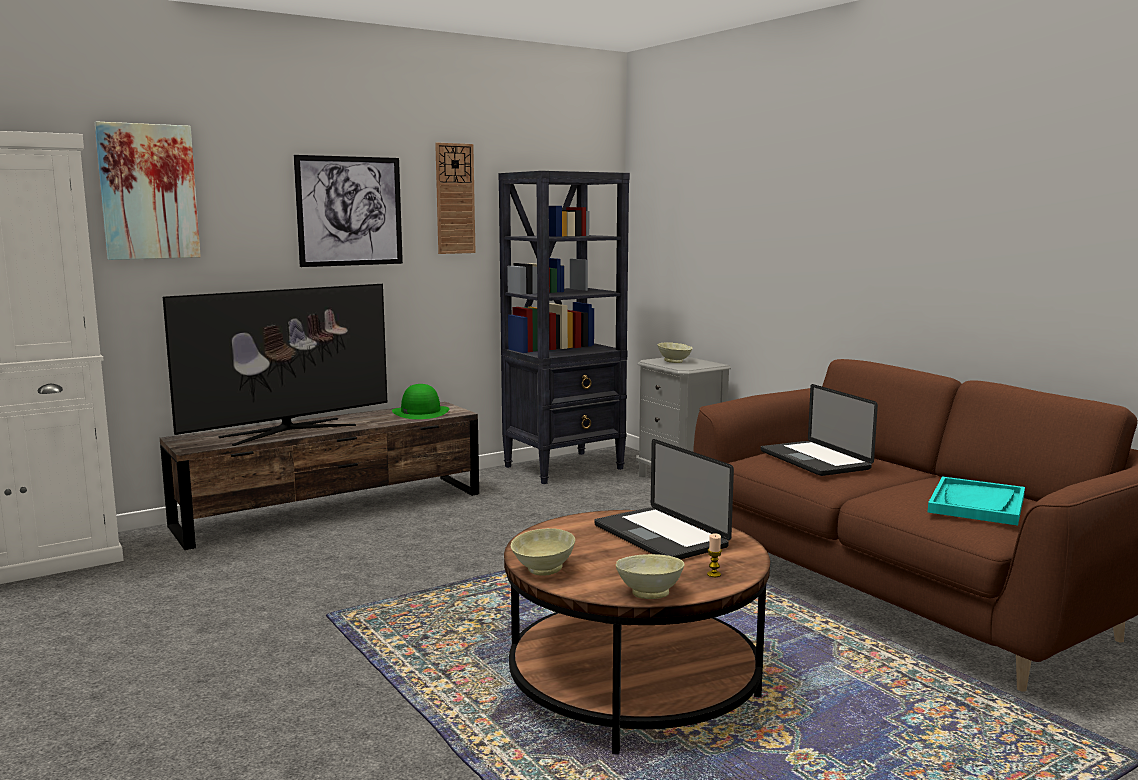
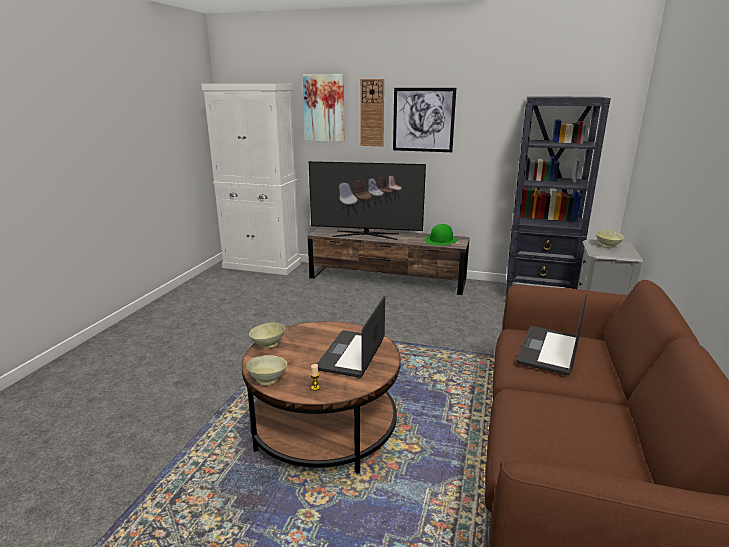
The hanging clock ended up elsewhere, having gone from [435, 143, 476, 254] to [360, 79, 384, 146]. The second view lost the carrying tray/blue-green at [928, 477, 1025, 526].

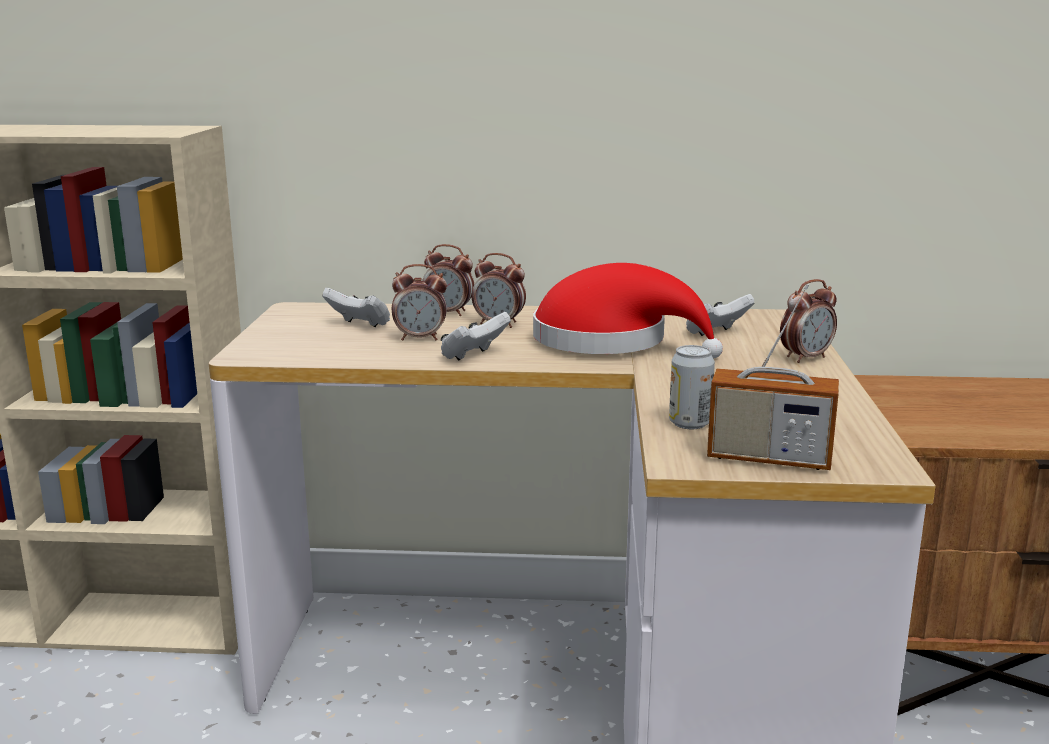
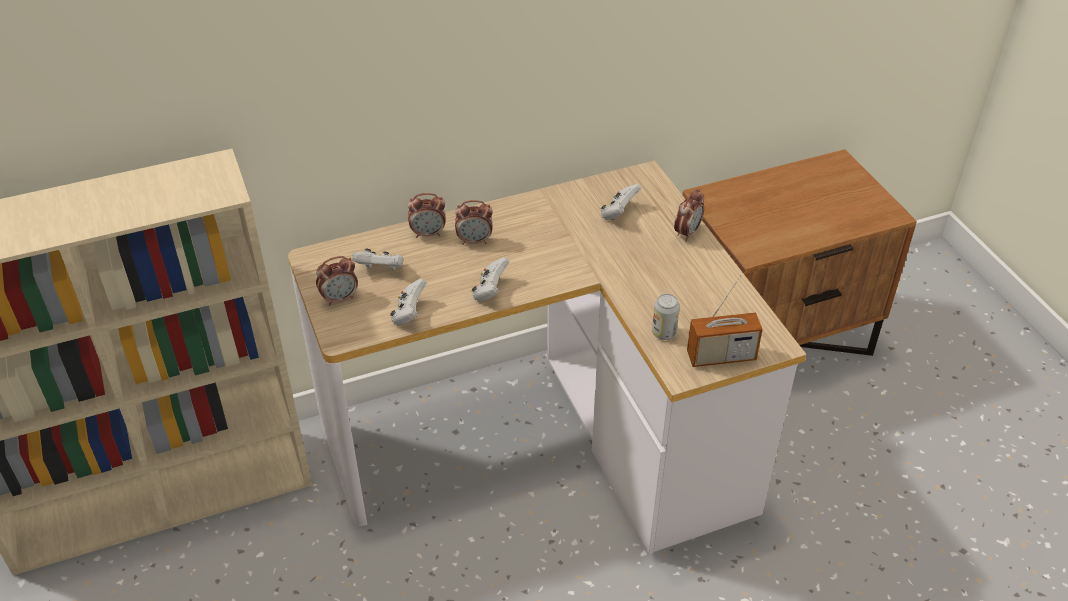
The alarm clock ended up elsewhere, having gone from [392, 264, 447, 341] to [316, 256, 358, 306]. The second view gained the game controller/white at [390, 279, 427, 326]. The second view lost the wearable hat/reddish at [533, 263, 723, 359].

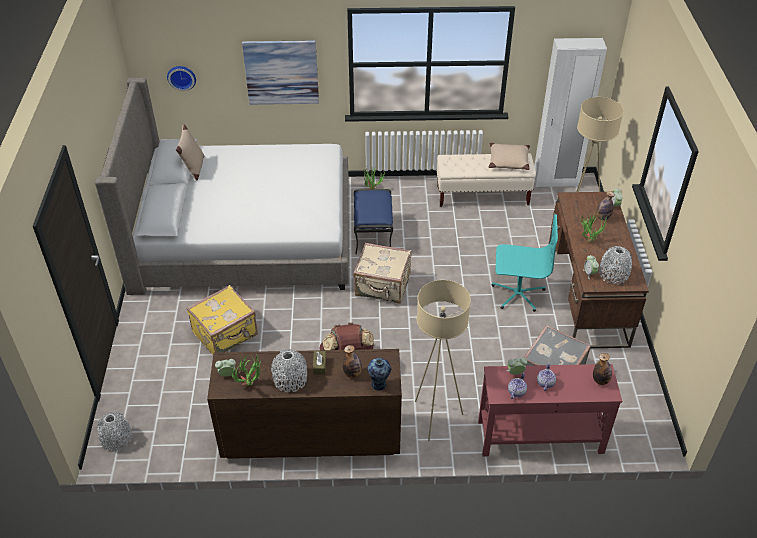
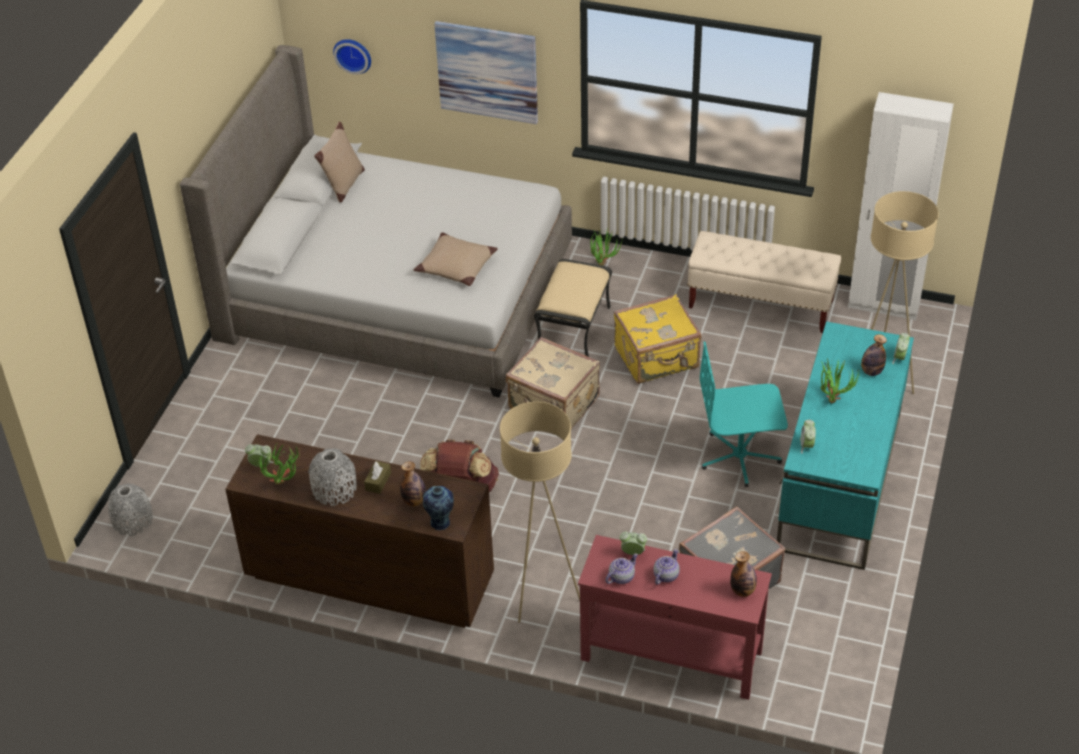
The pillow/sand-coloured ended up elsewhere, having gone from [488, 143, 530, 170] to [413, 232, 498, 286]. What was the ottoman/bluish at [354, 189, 393, 254] turned into the ottoman/sand-coloured at [534, 259, 612, 357]. The travel case/yellowish ended up elsewhere, having gone from [186, 285, 258, 355] to [614, 294, 701, 384]. The computer chair/blue-green at [491, 215, 558, 312] ended up facing another way, 150 degrees clockwise from before. What was the desk/brownish at [549, 192, 649, 348] turned into the desk/blue-green at [777, 321, 914, 570]. The second view lost the vase/grey at [599, 246, 632, 285].

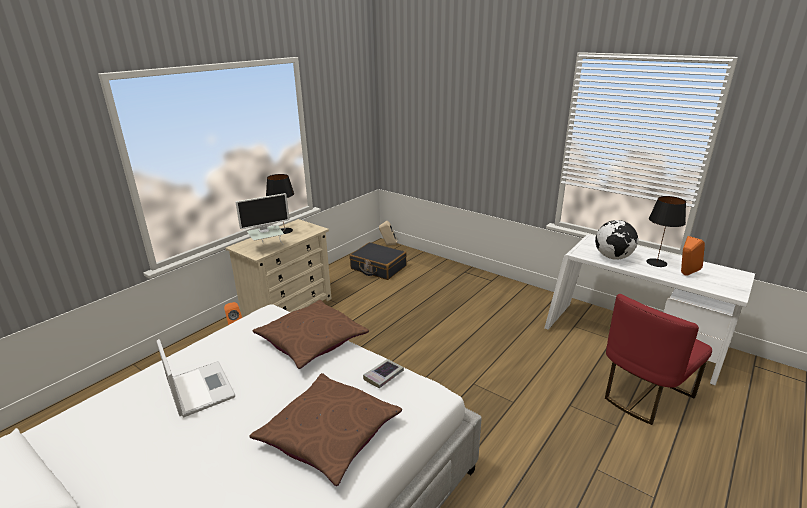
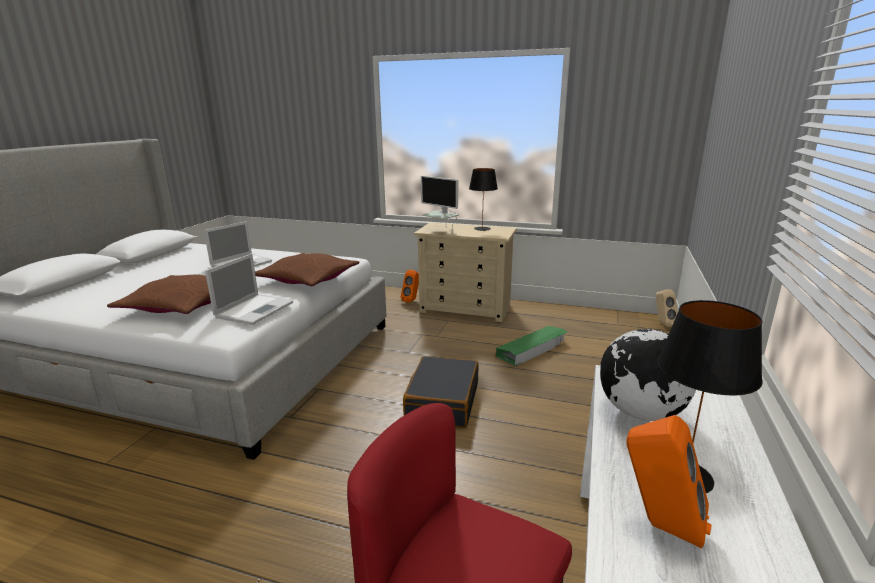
Where the book stood at [363, 359, 404, 388], the portable computer came to stand at [205, 254, 293, 325]. The travel case/black ended up elsewhere, having gone from [349, 242, 407, 280] to [403, 356, 478, 428]. The second view gained the storage bin/green-coloured at [496, 326, 567, 366].

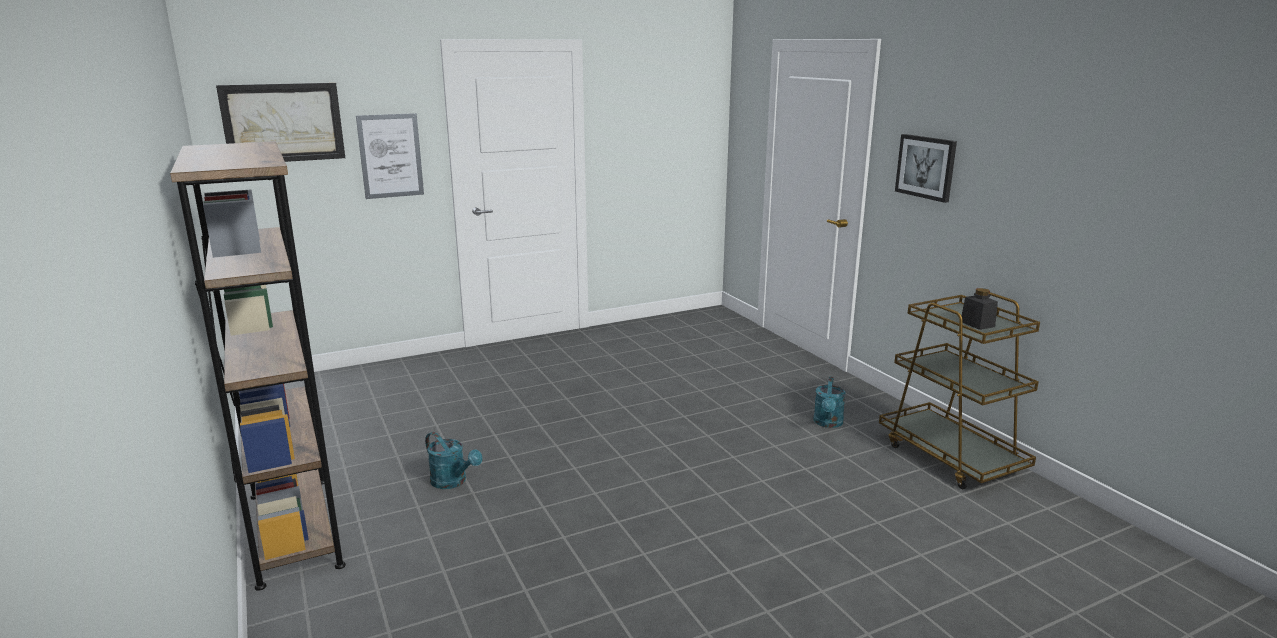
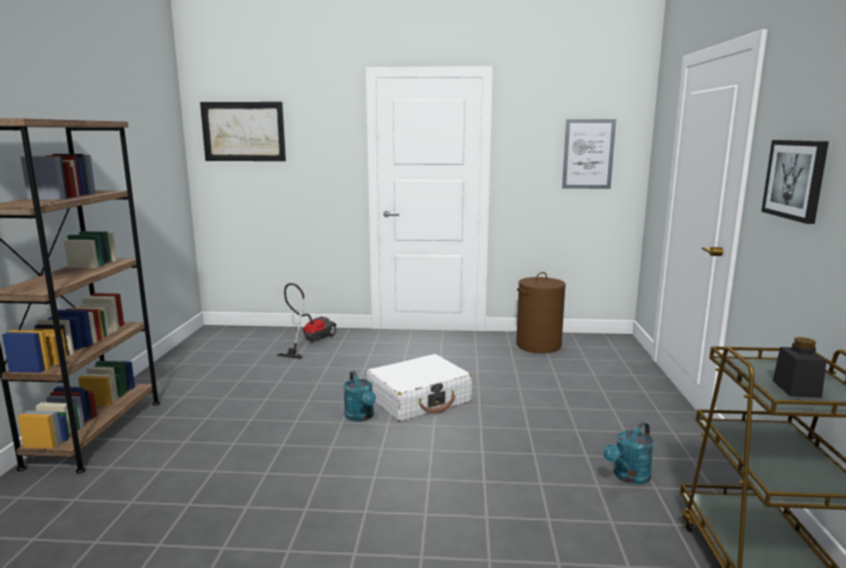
The second view gained the vacuum at [277, 283, 336, 359]. The watering can/blue-green ended up elsewhere, having gone from [425, 432, 482, 489] to [344, 371, 376, 422]. The second view gained the travel case/white at [367, 354, 472, 422]. The second view gained the hamper/brownish at [516, 272, 566, 353]. The wall picture ended up elsewhere, having gone from [356, 113, 424, 199] to [562, 119, 616, 189].

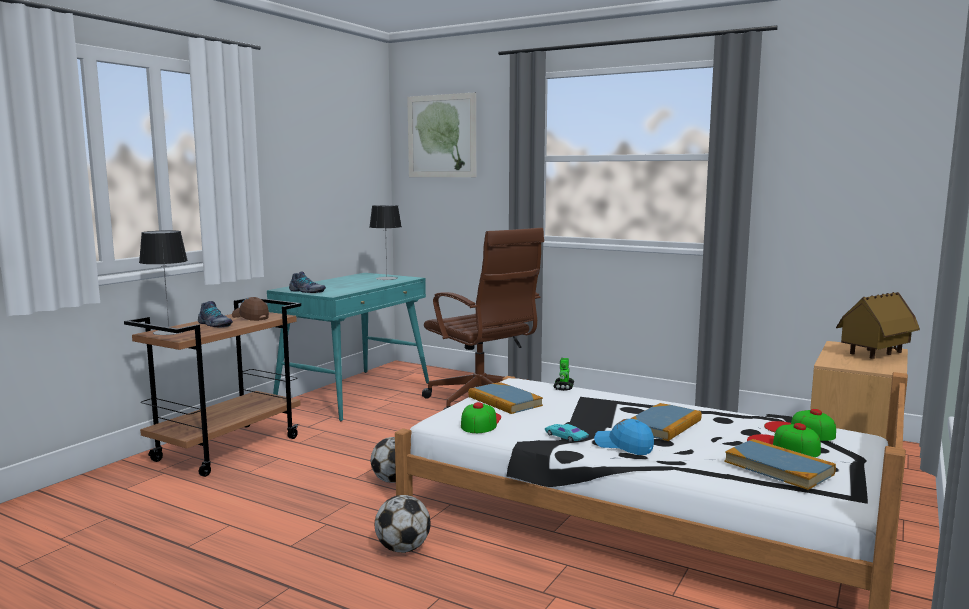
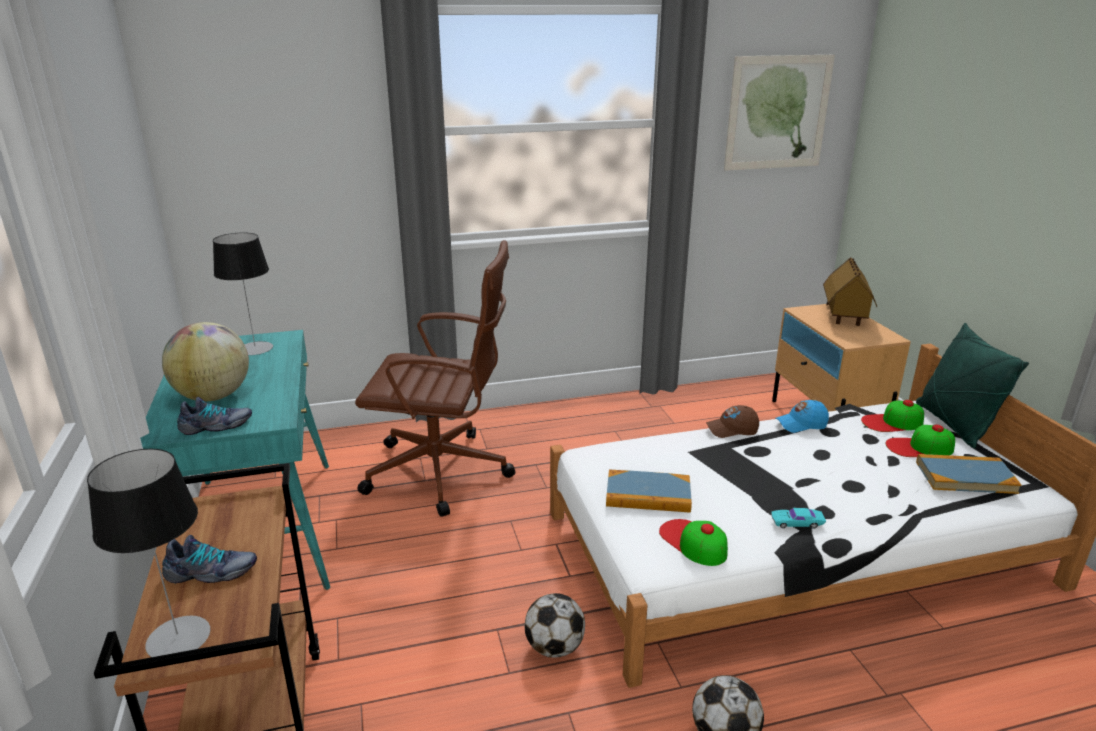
The second view gained the globe at [162, 322, 249, 401]. The cap/brownish ended up elsewhere, having gone from [232, 297, 269, 321] to [706, 405, 759, 438]. The wall picture ended up elsewhere, having gone from [407, 92, 476, 177] to [724, 55, 835, 171]. The cap/bluish ended up elsewhere, having gone from [594, 419, 654, 455] to [775, 400, 829, 433]. The second view gained the pillow/green-coloured at [916, 323, 1029, 449]. The second view lost the model robot at [553, 358, 574, 391]. The second view lost the book at [630, 403, 702, 441].

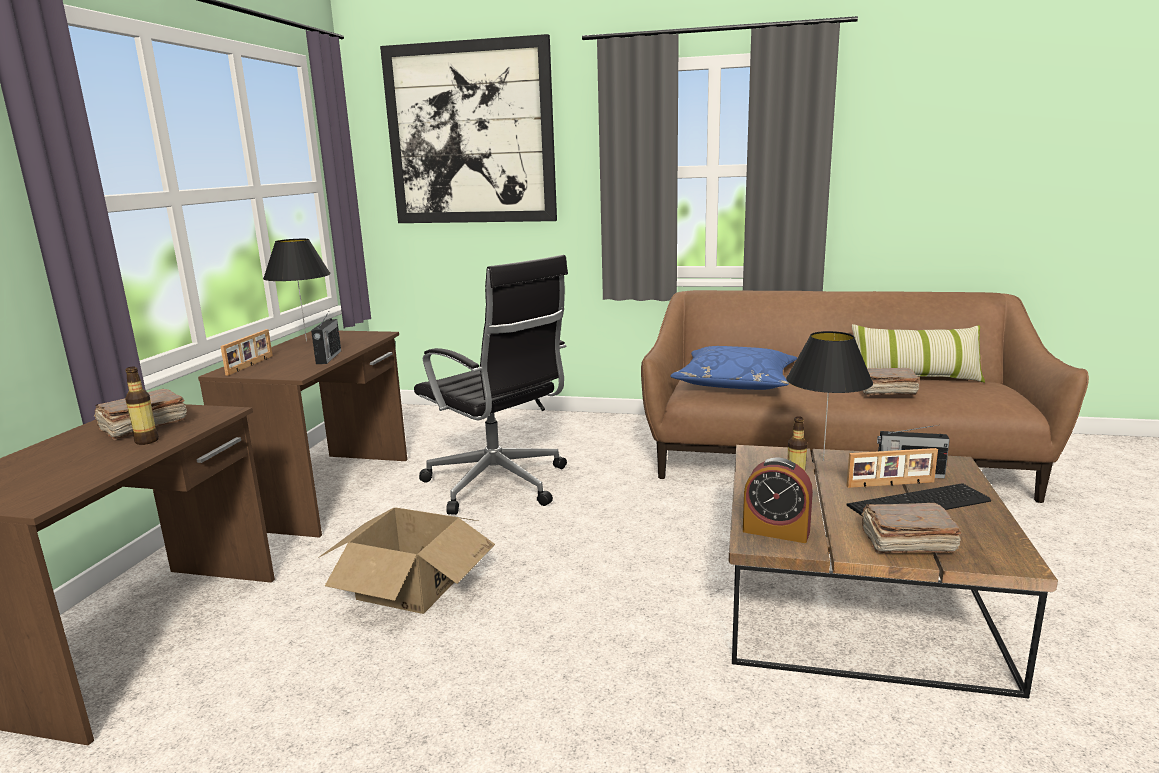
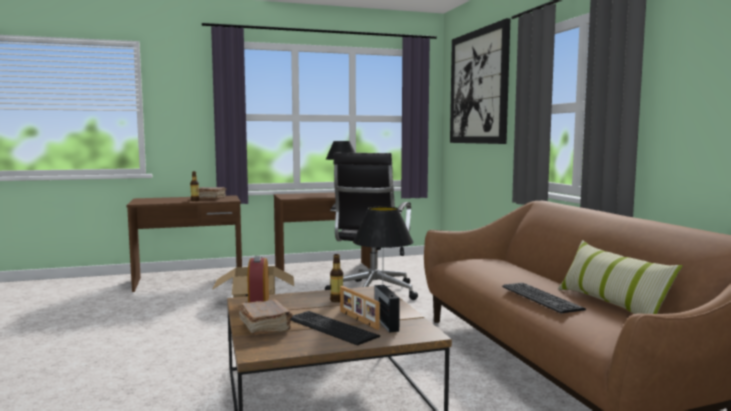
Where the book/brownish stood at [861, 368, 919, 396], the computer keyboard came to stand at [502, 283, 586, 313]. The second view lost the picture frame at [220, 329, 273, 376]. The second view lost the radio receiver at [311, 312, 341, 364]. The second view lost the pillow/bluish at [670, 346, 797, 390].

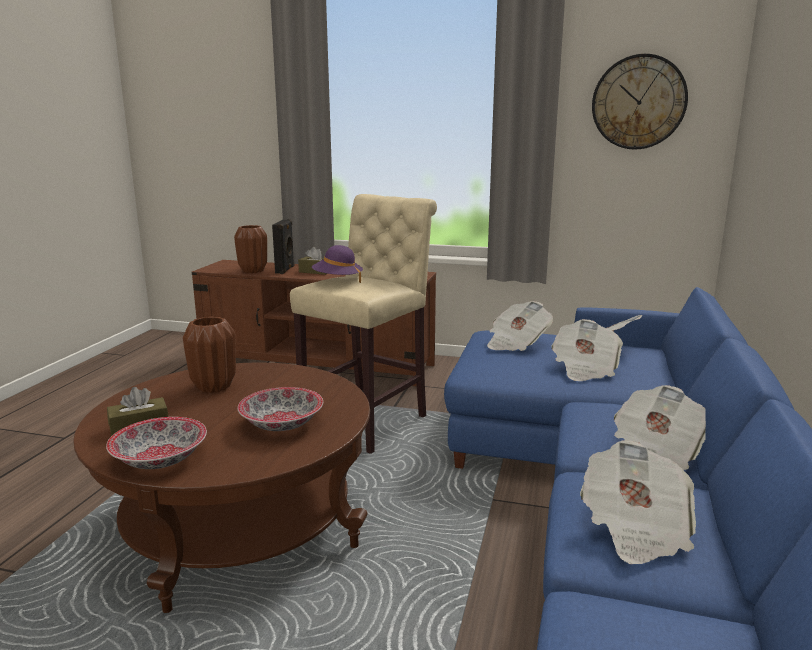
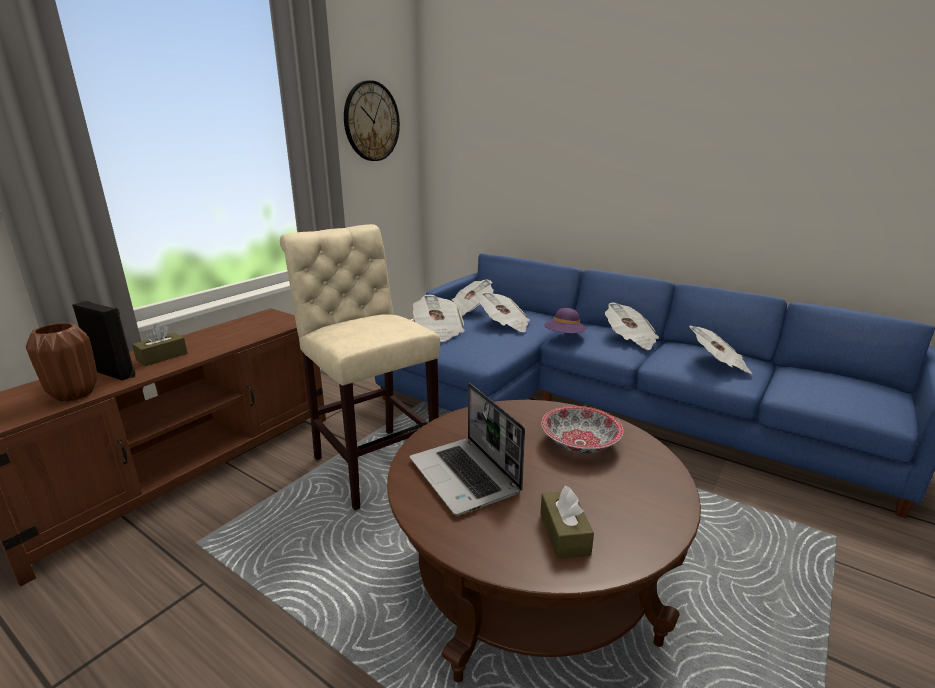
Where the vase/brownish stood at [183, 317, 236, 393], the portable computer came to stand at [410, 383, 525, 515]. The wearable hat/purple-coloured ended up elsewhere, having gone from [312, 245, 363, 283] to [544, 308, 587, 333]. The second view lost the deep dish at [106, 417, 207, 469].

